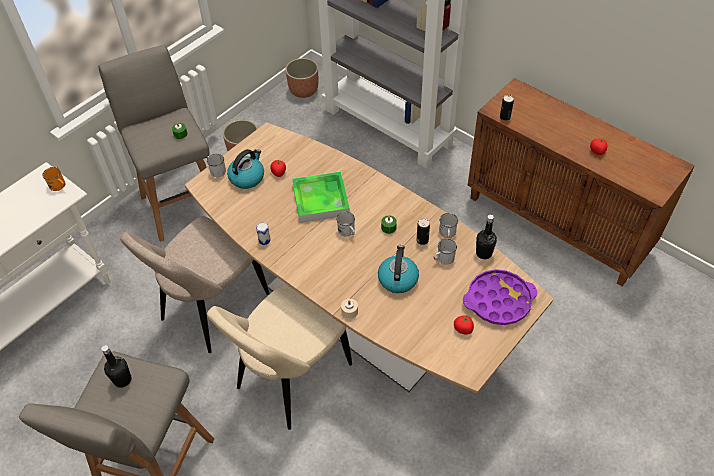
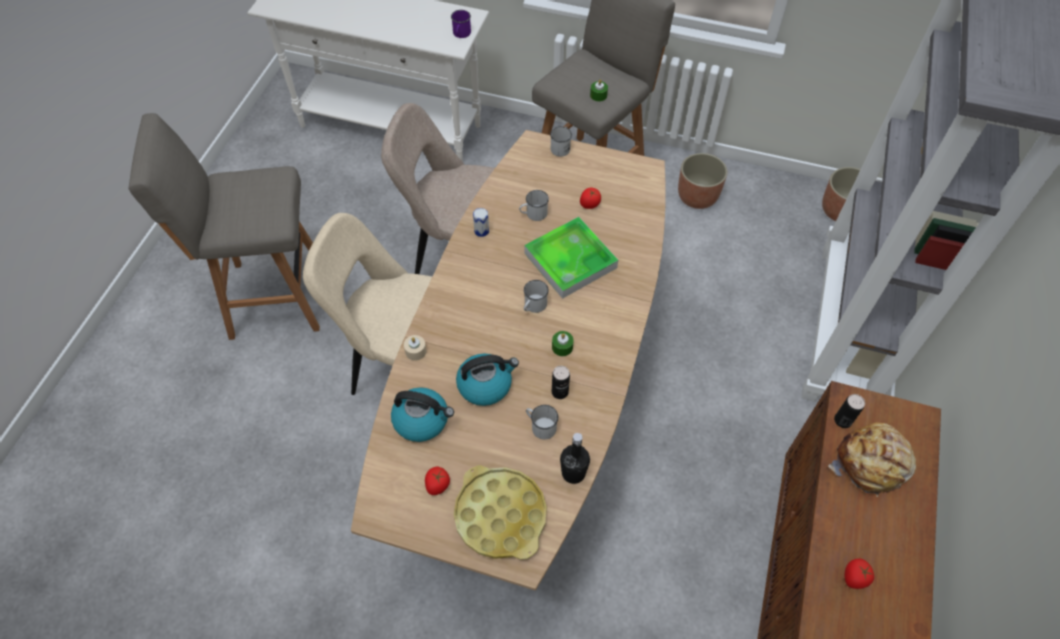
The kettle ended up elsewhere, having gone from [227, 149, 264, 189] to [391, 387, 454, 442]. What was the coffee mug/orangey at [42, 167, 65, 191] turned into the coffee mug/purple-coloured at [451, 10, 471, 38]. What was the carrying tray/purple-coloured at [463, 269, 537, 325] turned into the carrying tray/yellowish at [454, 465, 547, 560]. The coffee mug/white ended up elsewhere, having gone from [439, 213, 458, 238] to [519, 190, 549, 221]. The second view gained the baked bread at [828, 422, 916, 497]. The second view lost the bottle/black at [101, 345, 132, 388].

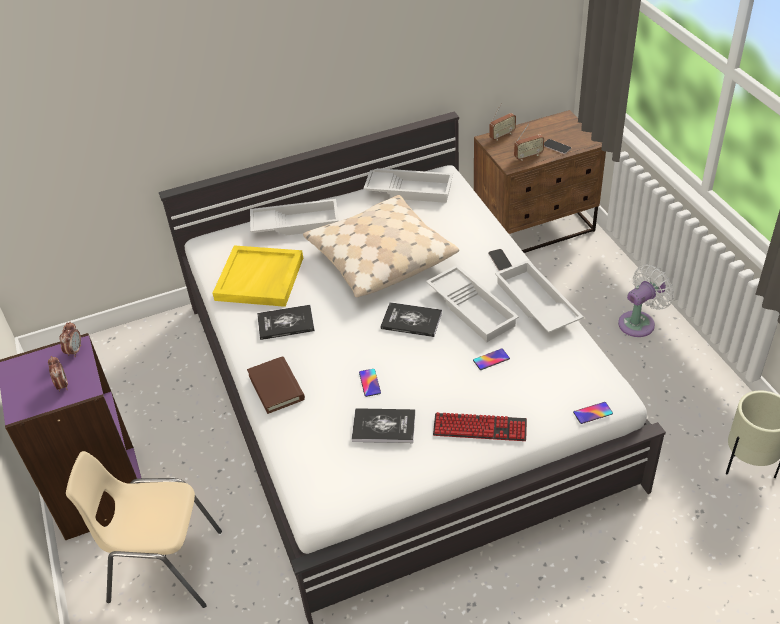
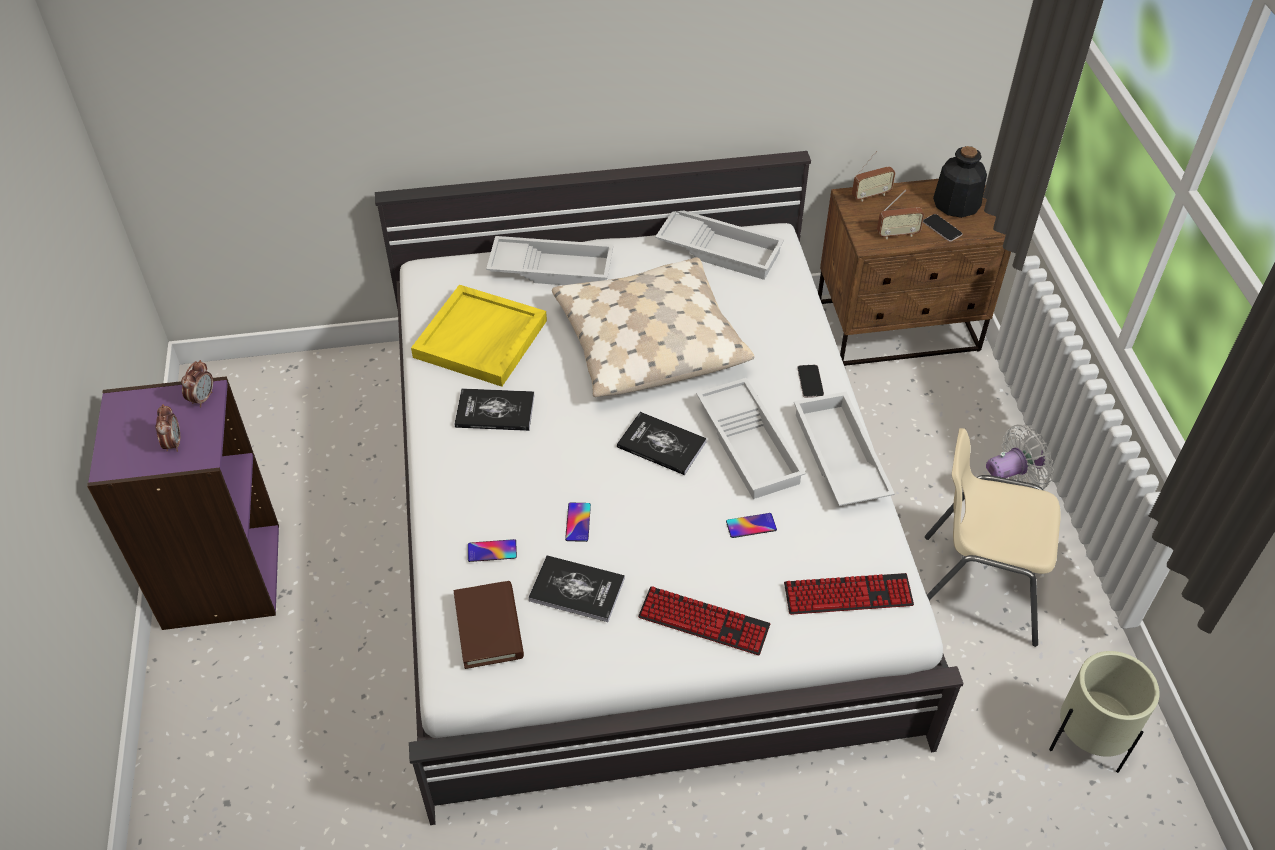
The book/brownish ended up elsewhere, having gone from [247, 356, 305, 414] to [454, 581, 524, 669]. The handset ended up elsewhere, having gone from [573, 402, 613, 424] to [468, 539, 517, 562]. The second view gained the computer keyboard at [784, 573, 914, 615]. The upright chair/sand-coloured ended up elsewhere, having gone from [66, 451, 222, 608] to [925, 428, 1061, 647]. The second view gained the bottle at [933, 146, 987, 218].

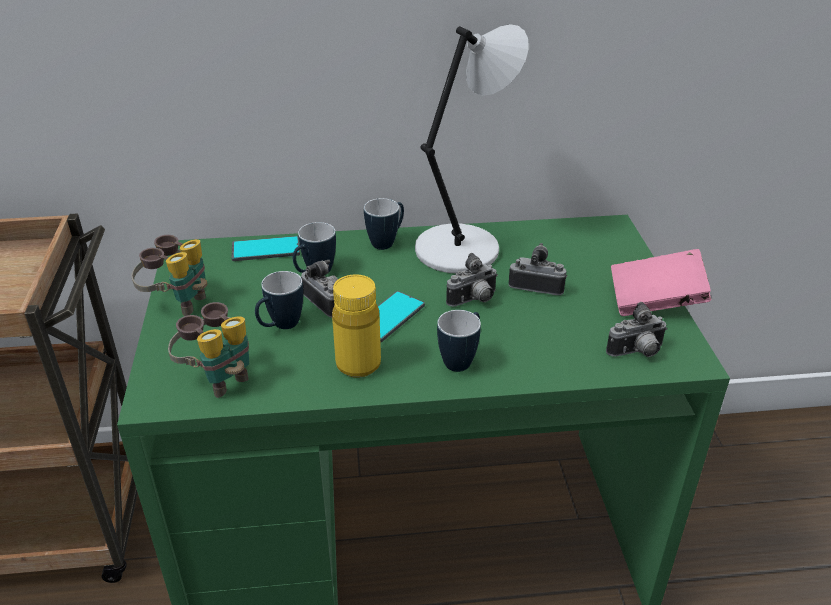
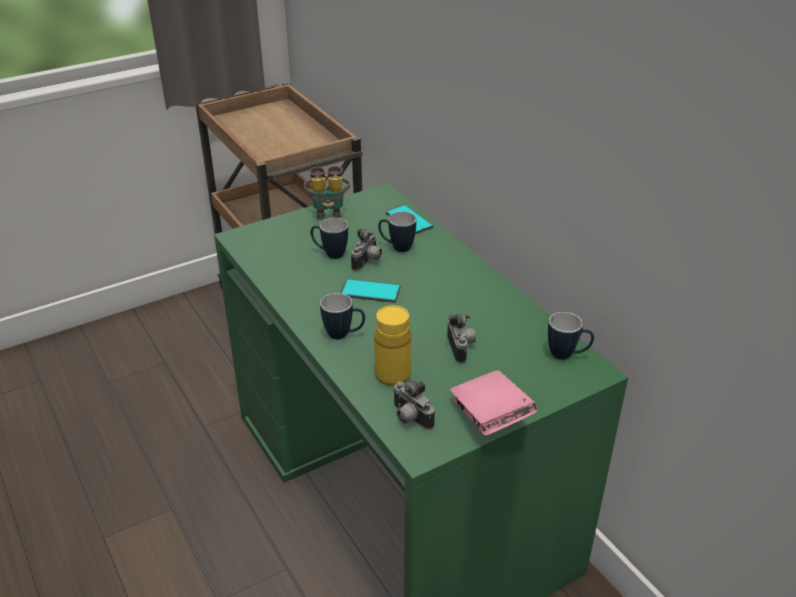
The bottle/yellowish ended up elsewhere, having gone from [332, 274, 381, 378] to [374, 305, 411, 386]. The coffee mug ended up elsewhere, having gone from [364, 198, 404, 250] to [548, 312, 594, 360]. The second view lost the pair of binoculars at [168, 302, 249, 398]. The second view lost the table lamp/grey at [415, 24, 529, 273]. The second view lost the photo camera at [446, 253, 498, 307].

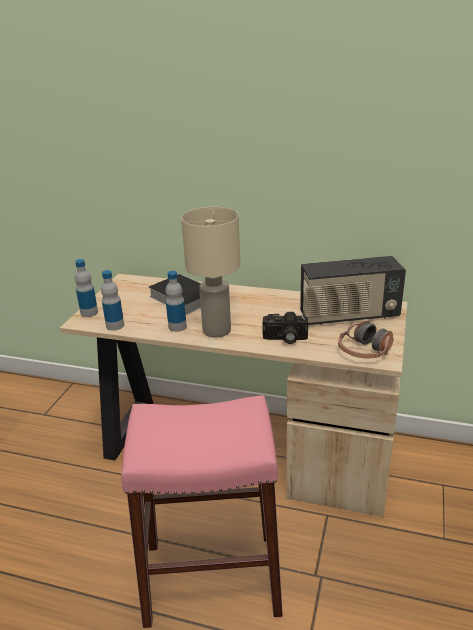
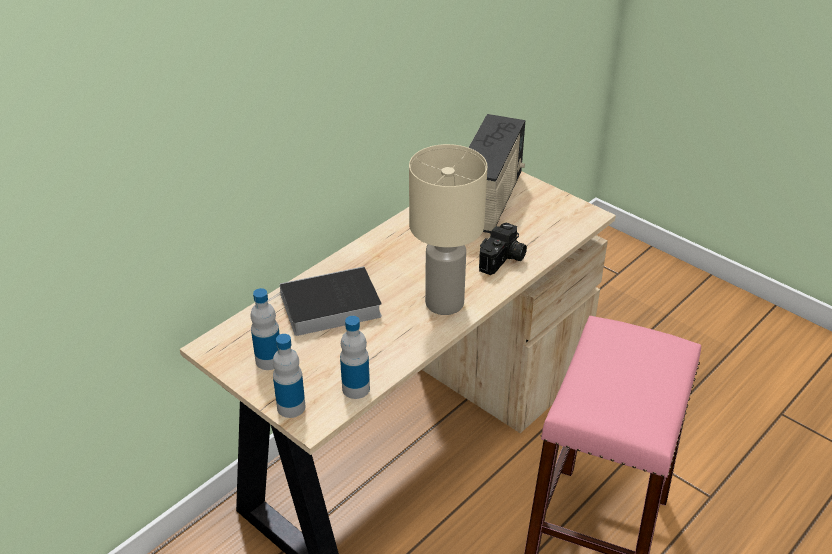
The bottle ended up elsewhere, having gone from [165, 271, 187, 332] to [250, 288, 280, 370]. The second view lost the pair of headphones at [338, 321, 393, 359].

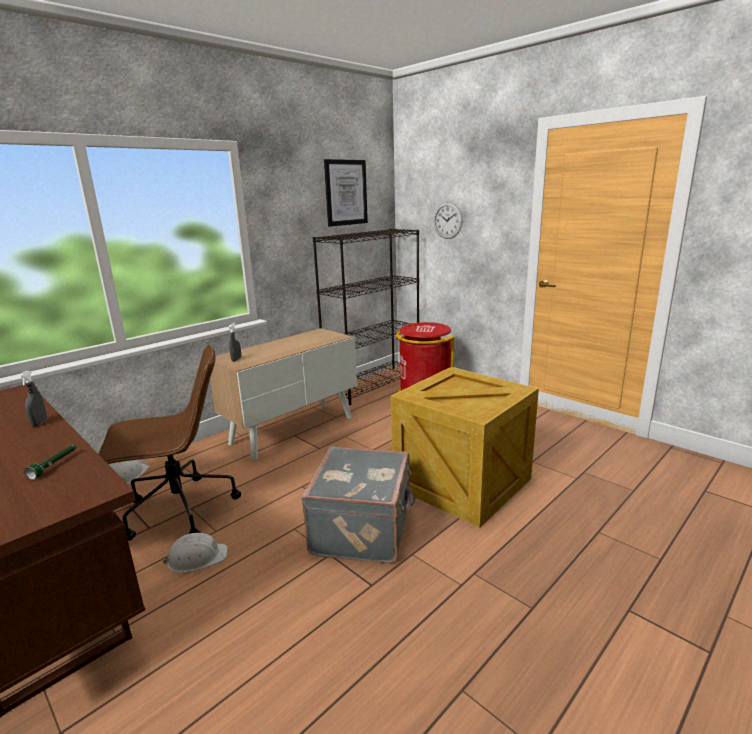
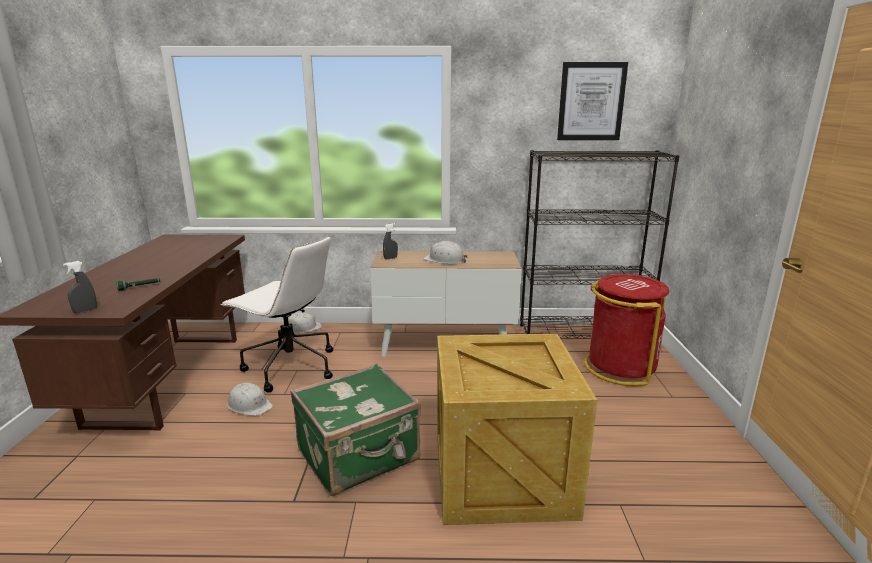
The hand sprayer/grey ended up elsewhere, having gone from [19, 371, 47, 427] to [63, 261, 97, 314]. What was the computer chair/brownish at [99, 345, 241, 541] turned into the computer chair/white at [220, 235, 333, 392]. What was the travel case/grey at [301, 446, 415, 563] turned into the travel case/green-coloured at [290, 364, 421, 496]. The second view gained the work helmet/white at [423, 241, 468, 264]. The second view lost the hanging clock at [434, 202, 463, 239].

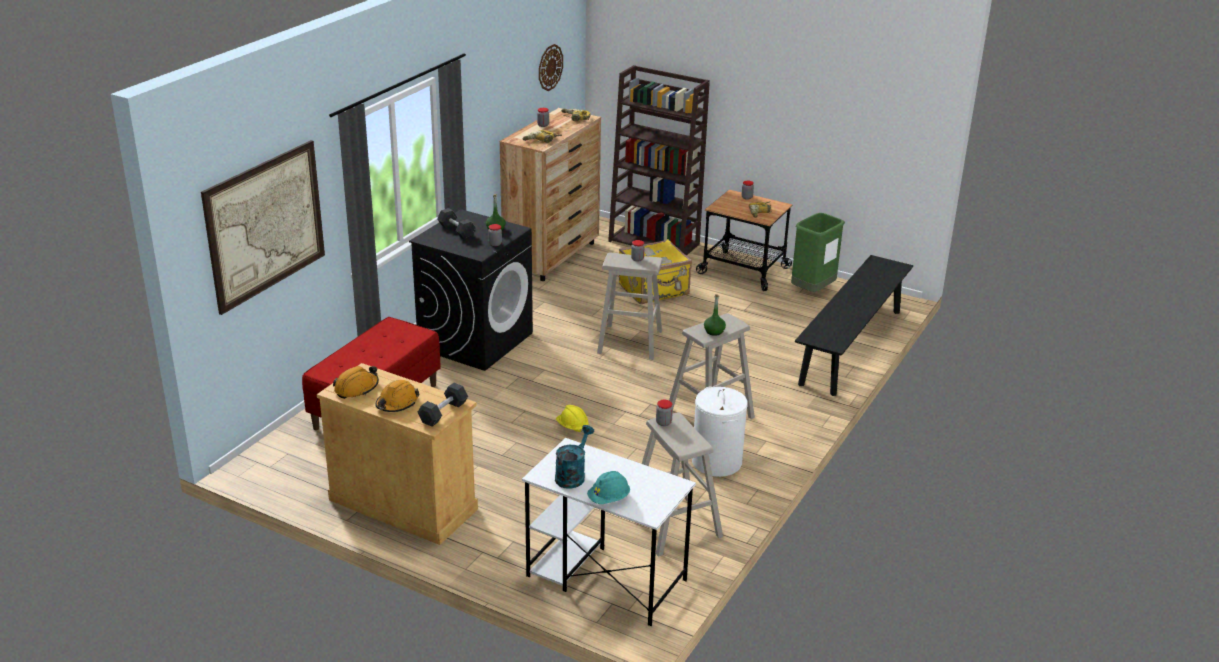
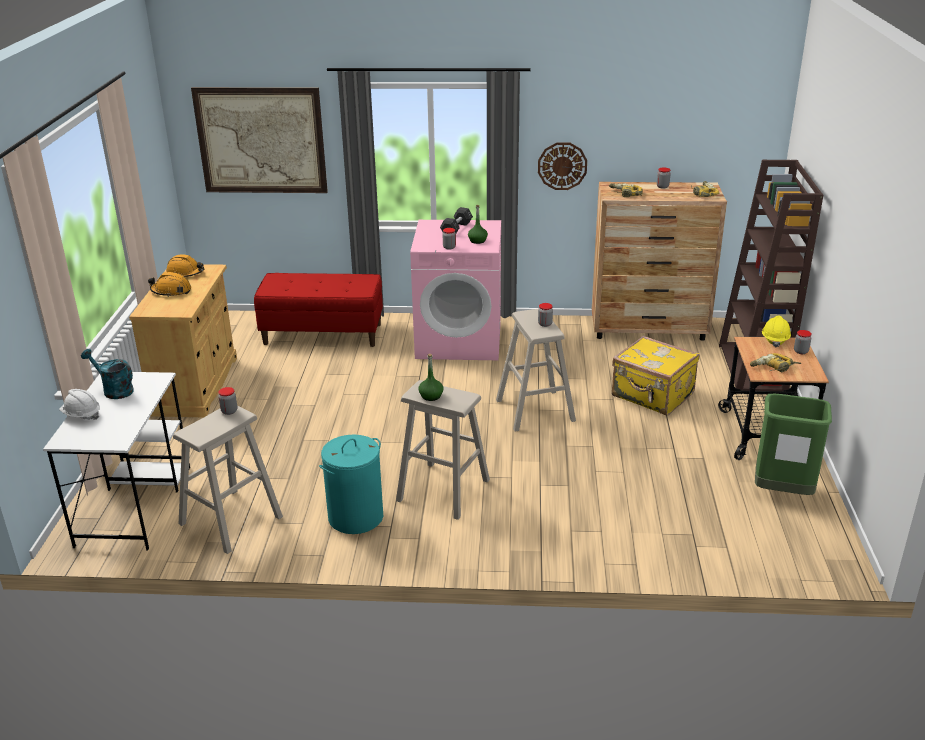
What was the work helmet/blue-green at [587, 471, 630, 504] turned into the work helmet/white at [59, 389, 100, 420]. The watering can/blue-green at [555, 425, 594, 489] ended up facing another way, 150 degrees counterclockwise from before. What was the hamper/white at [692, 387, 748, 477] turned into the hamper/blue-green at [319, 434, 383, 534]. What was the laundry machine/black at [409, 209, 533, 371] turned into the laundry machine/pink at [410, 220, 501, 360]. The hanging clock ended up elsewhere, having gone from [539, 44, 563, 91] to [538, 142, 587, 190]. The work helmet/yellowish ended up elsewhere, having gone from [556, 405, 589, 433] to [762, 315, 791, 348]. The second view lost the dumbbell/black at [418, 383, 468, 426]. The second view lost the indoor bench/black at [795, 255, 913, 396].

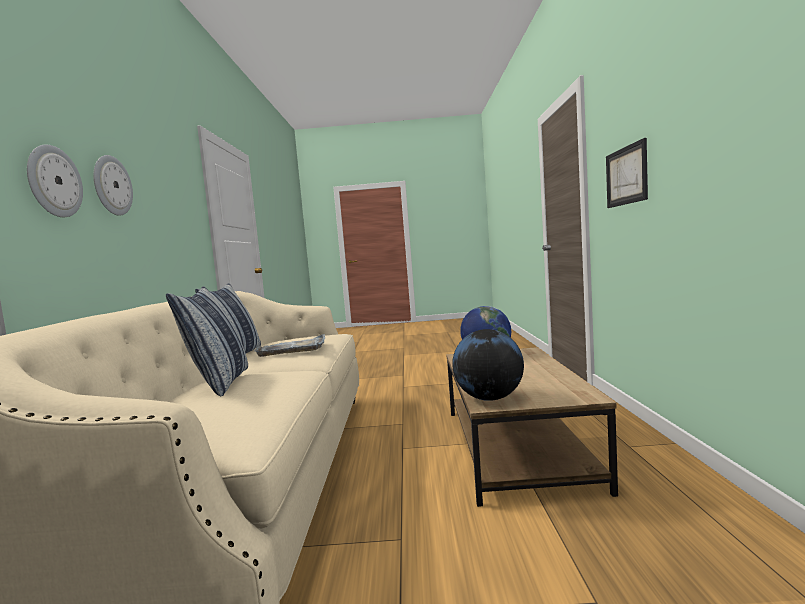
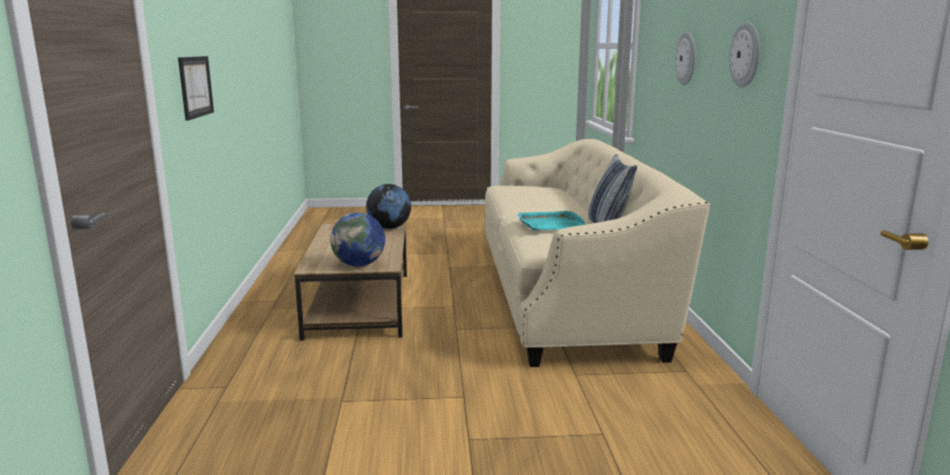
What was the carrying tray/grey at [254, 334, 325, 357] turned into the carrying tray/blue-green at [517, 211, 586, 230]. The hanging clock ended up elsewhere, having gone from [27, 145, 83, 217] to [729, 22, 760, 87]. The second view lost the pillow at [166, 286, 248, 396].

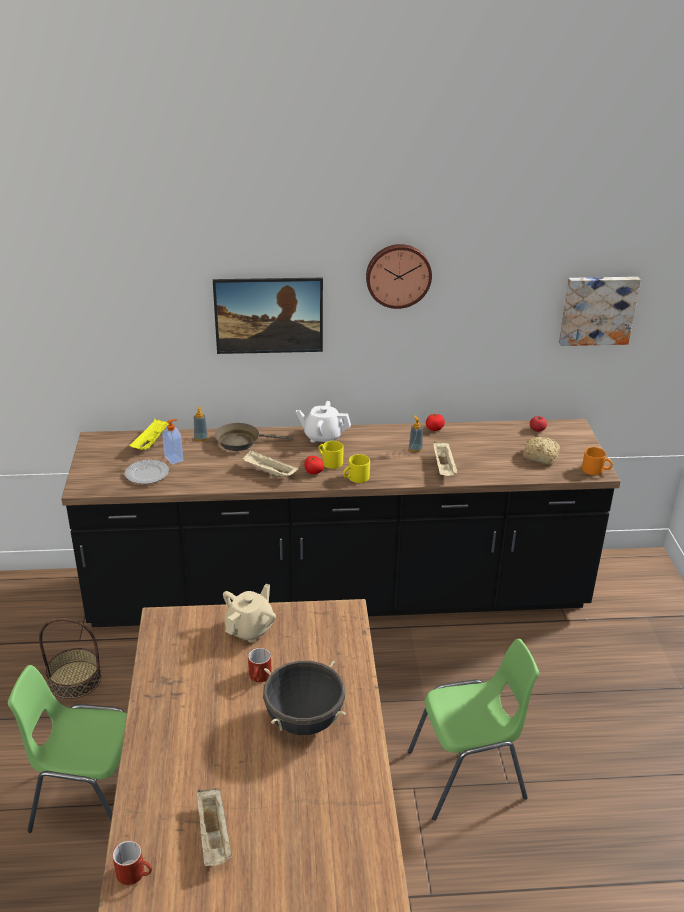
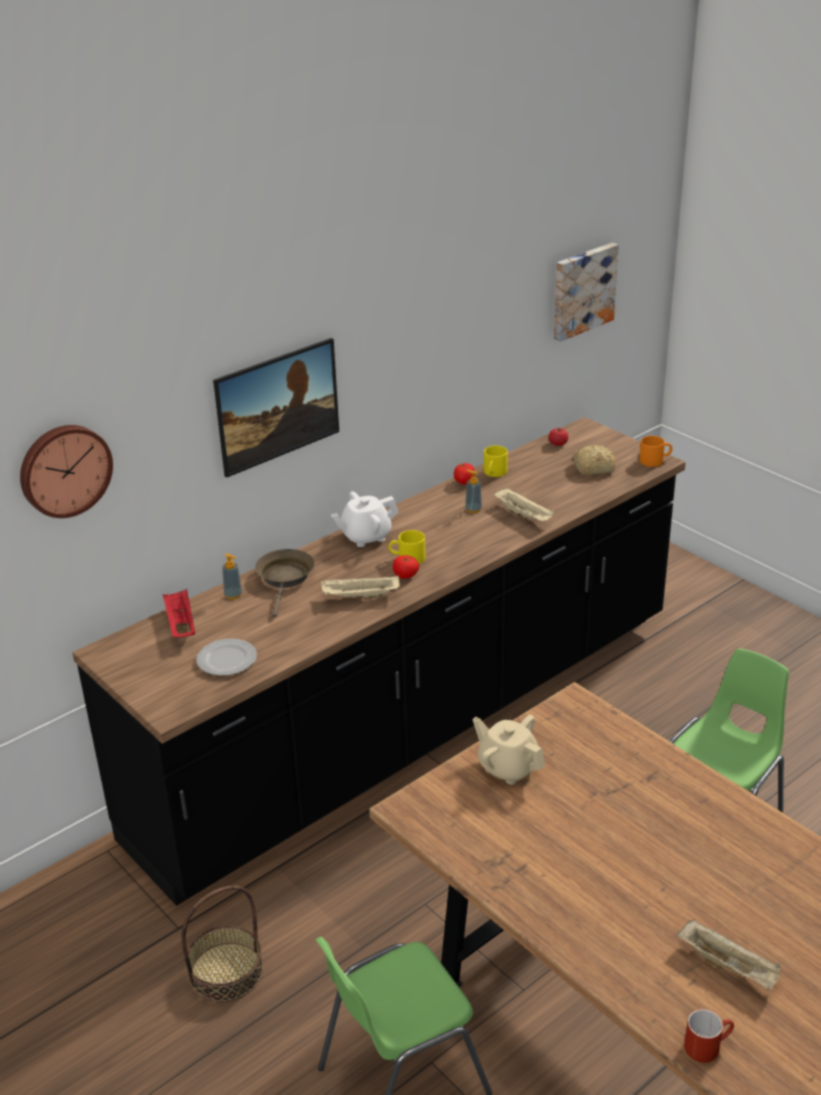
The hanging clock ended up elsewhere, having gone from [366, 244, 432, 309] to [20, 425, 113, 518]. What was the carrying tray/yellowish at [129, 419, 169, 450] turned into the carrying tray/reddish at [163, 588, 195, 638]. The skillet/brownish at [214, 423, 293, 451] ended up facing another way, 135 degrees clockwise from before. The tea pot/sand-coloured at [223, 584, 276, 643] ended up facing another way, 45 degrees counterclockwise from before. The coffee mug/yellowish ended up elsewhere, having gone from [343, 454, 370, 483] to [484, 445, 508, 477]. The second view lost the soap bottle at [162, 419, 183, 465]. The second view lost the coffee mug/reddish at [248, 648, 272, 682]. The second view lost the saucepot/black at [263, 661, 346, 735].

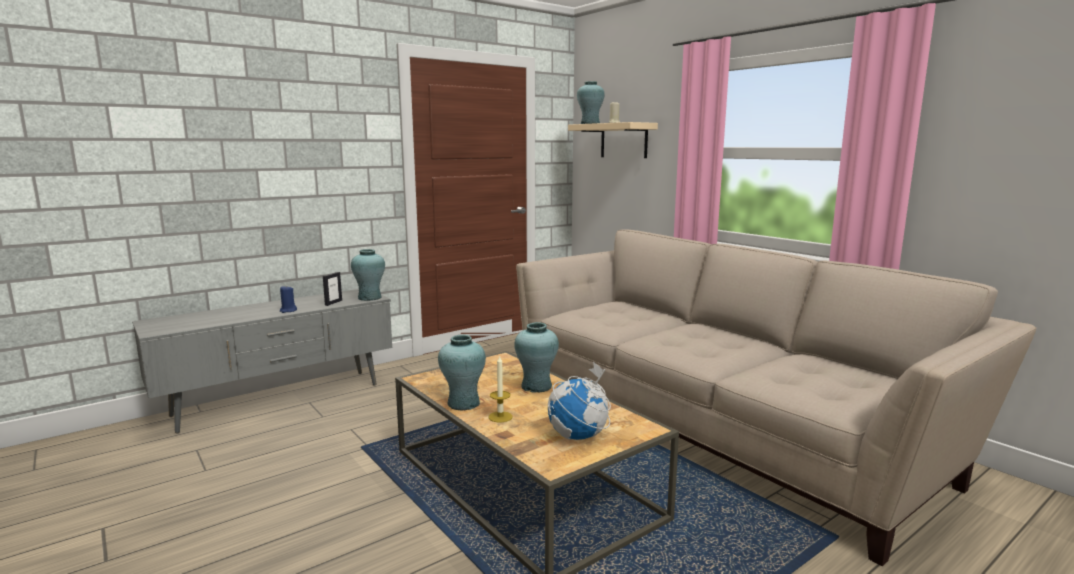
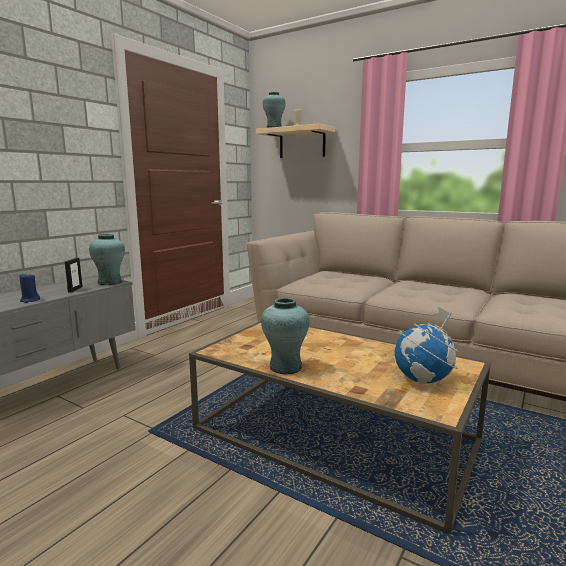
The second view lost the wax candle at [488, 355, 512, 422]. The second view lost the vase/blue-green at [514, 322, 559, 393].

